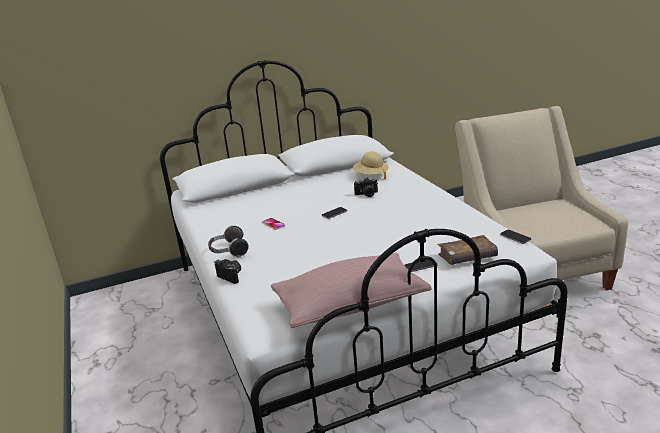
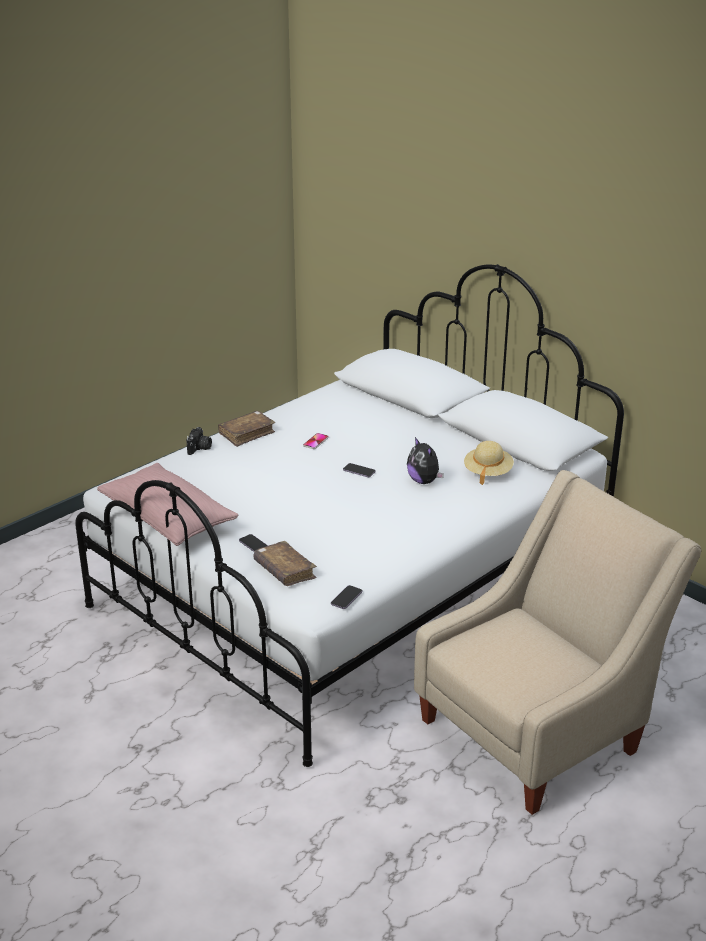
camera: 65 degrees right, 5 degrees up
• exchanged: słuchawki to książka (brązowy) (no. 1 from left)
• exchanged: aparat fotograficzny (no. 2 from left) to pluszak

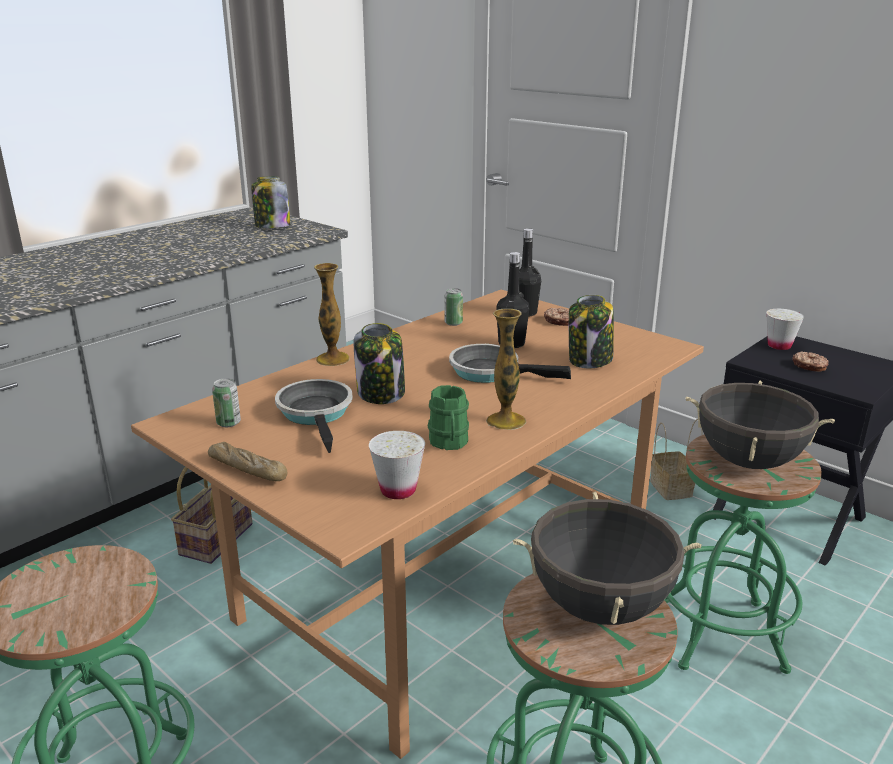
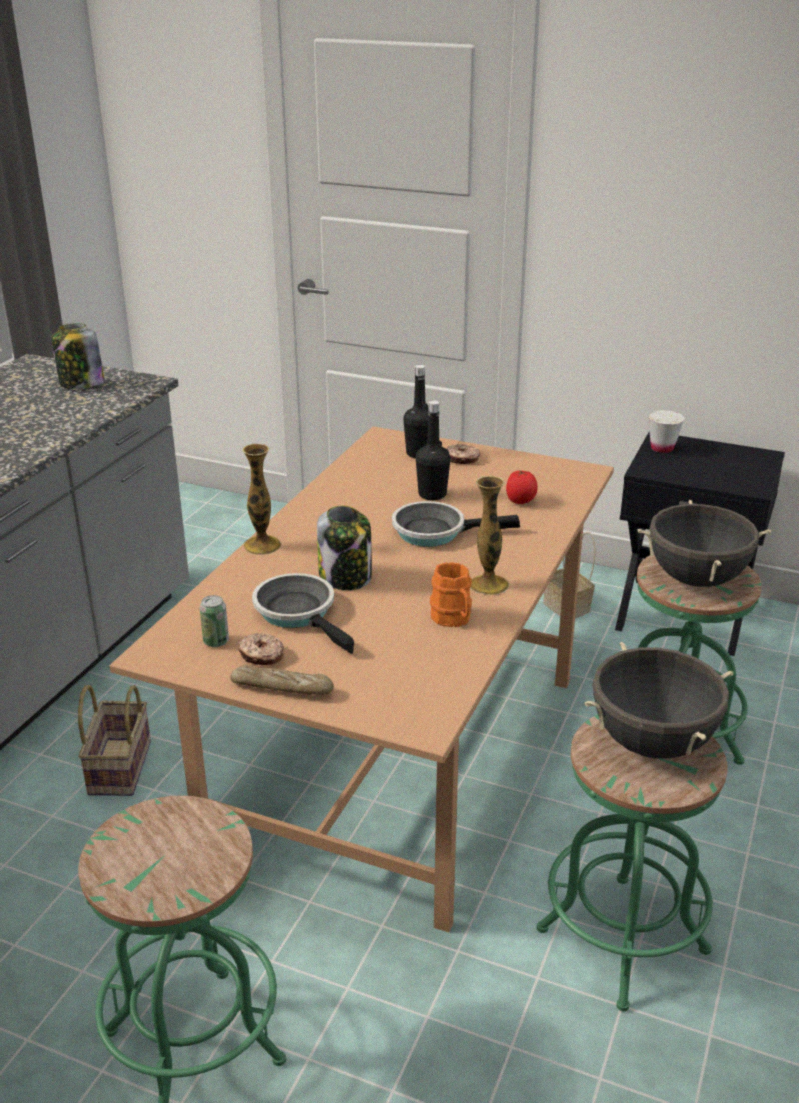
camera: 20 degrees left, 5 degrees up
• relocated: donut (no. 2 from left in the first image) to donut (no. 1 from left)
• colour: kubek (zielony) to kubek (pomarańczowy)
• exchanged: słoik (no. 3 from left) to pomidor
• missing: filiżanka (biały) (no. 1 from left)
• missing: puszka (no. 2 from left)

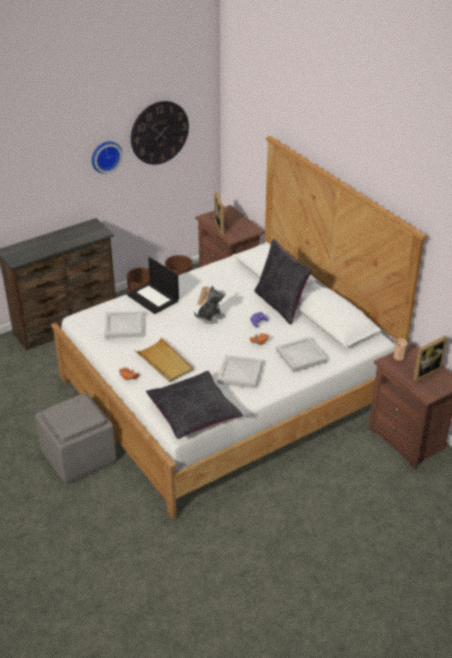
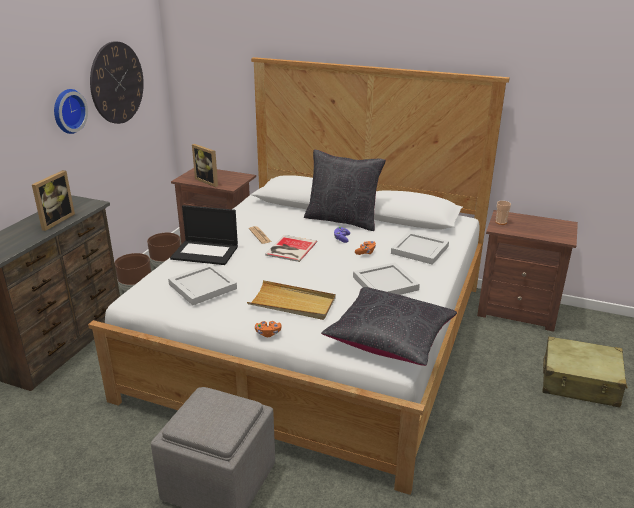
camera: 35 degrees left, 10 degrees down
• relocated: ramka na zdjęcie (no. 2 from left in the first image) to ramka na zdjęcie (no. 1 from left)
• exchanged: pluszak to książka
• appeared: walizka (beżowy)

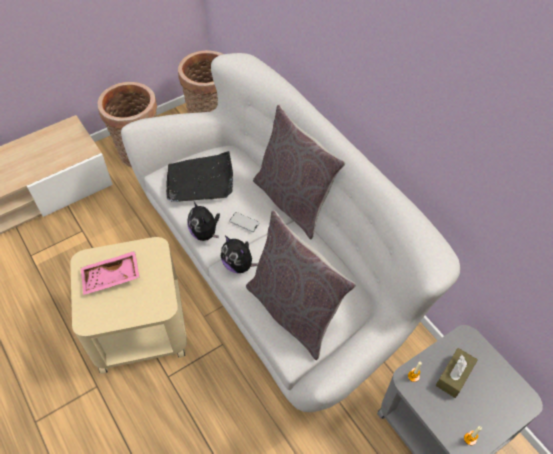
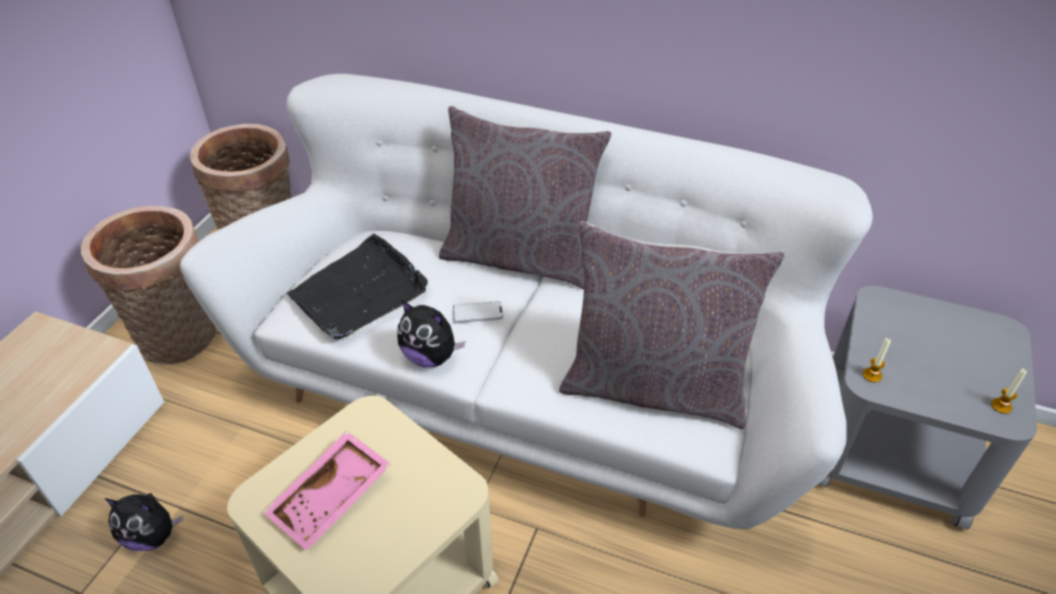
camera: 35 degrees left, 10 degrees down
• relocated: pluszak (no. 2 from left in the first image) to pluszak (no. 1 from left)
• missing: pudełko chusteczek (brązowy)

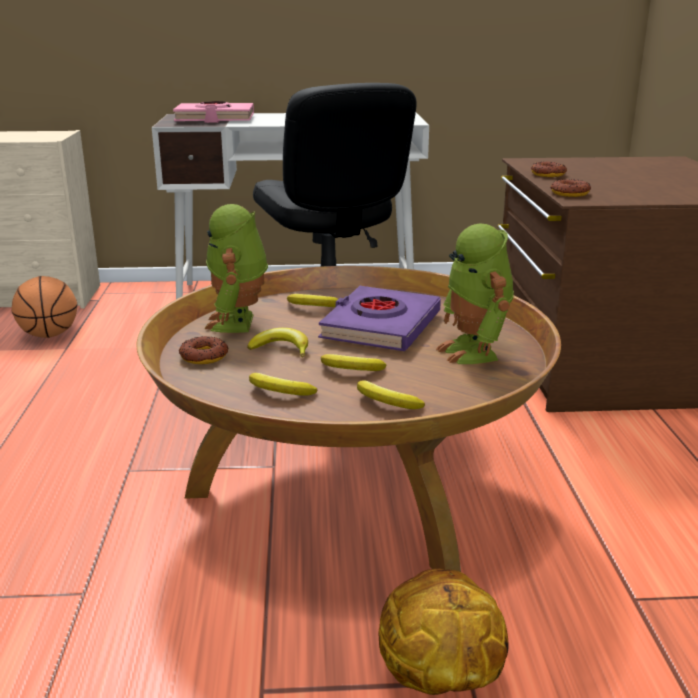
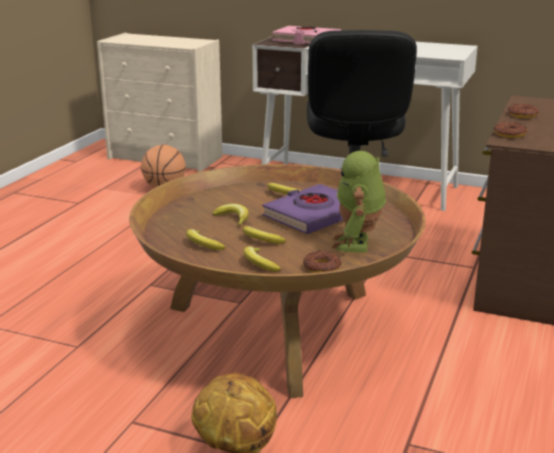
camera: 25 degrees right, 0 degrees up
• relocated: donut (no. 1 from left)
• missing: robot zabawkowy (no. 1 from left)

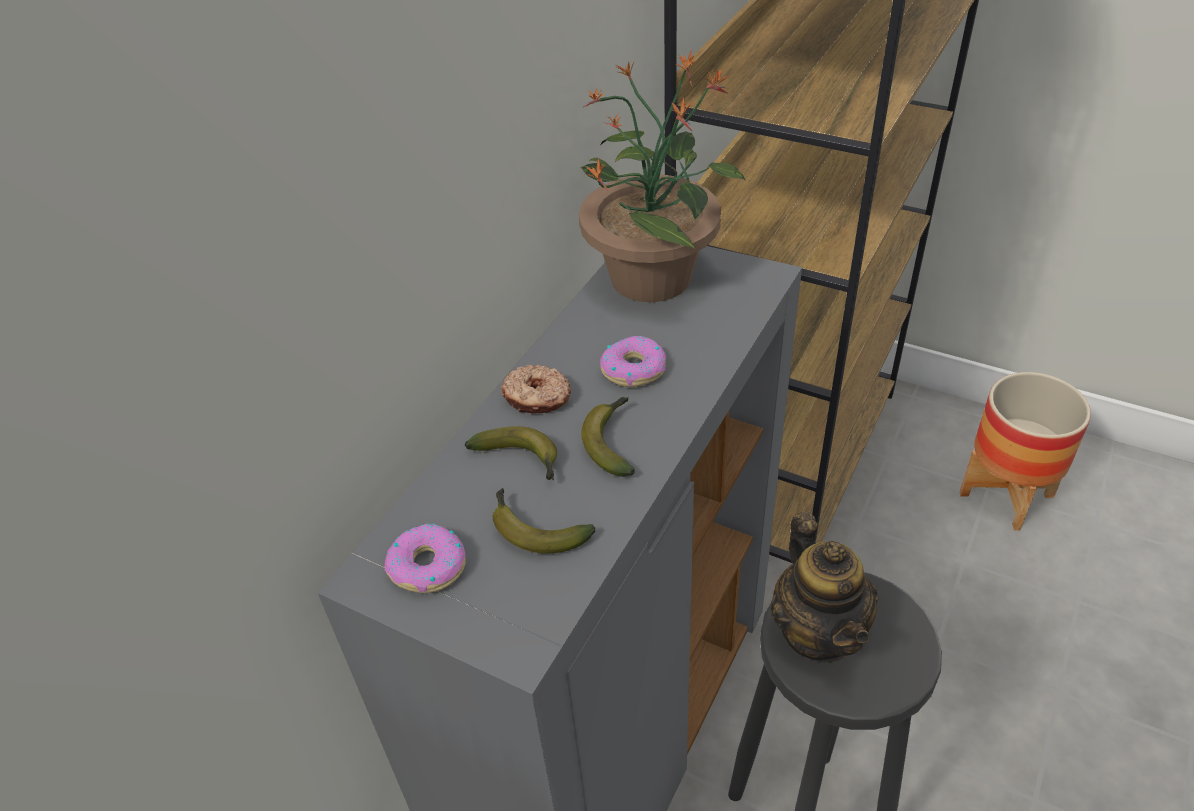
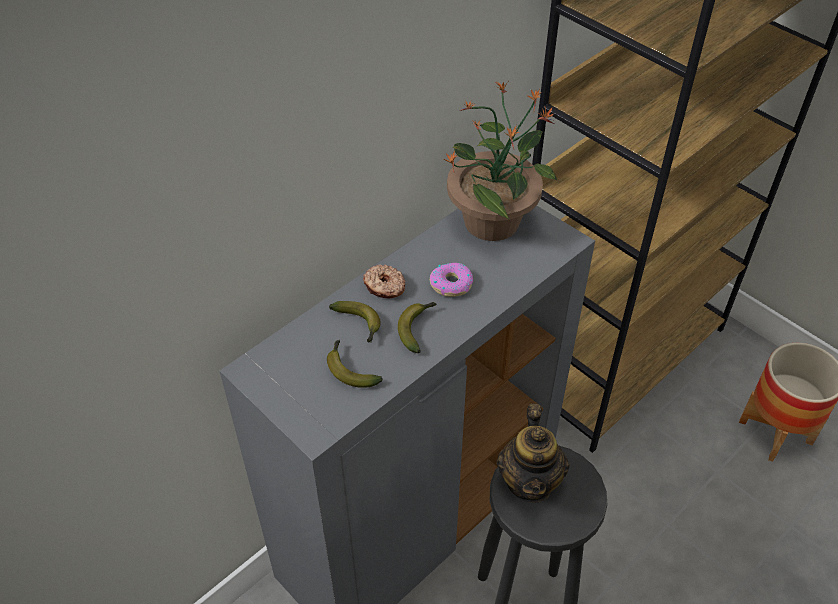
camera: 15 degrees right, 5 degrees up
• missing: donut (no. 1 from left)

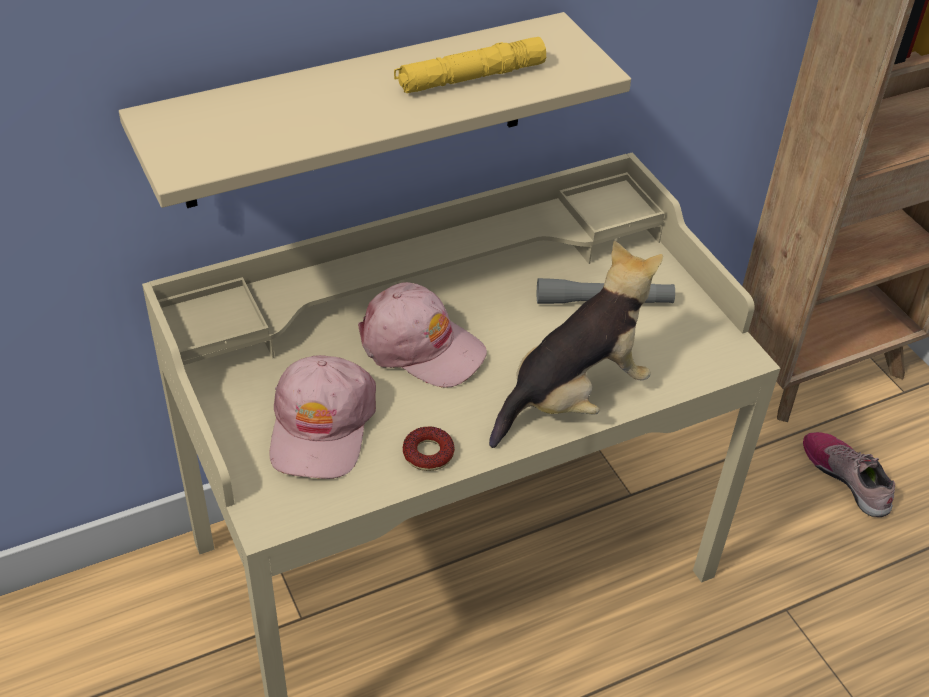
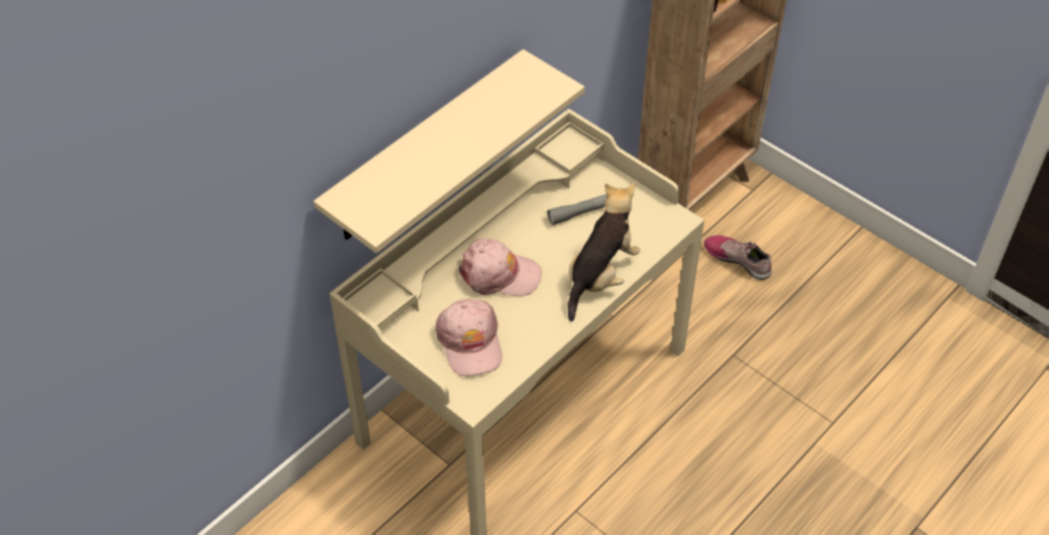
camera: 20 degrees left, 5 degrees up
• missing: latarka (żółty)
• missing: donut

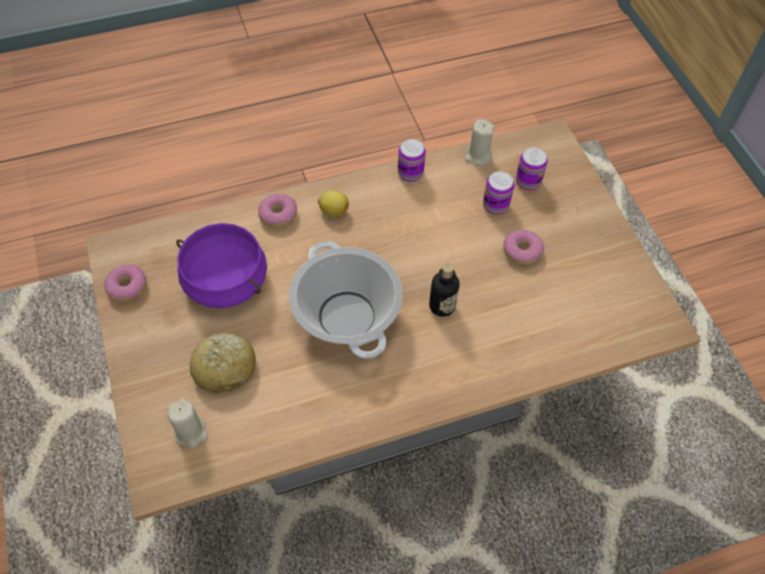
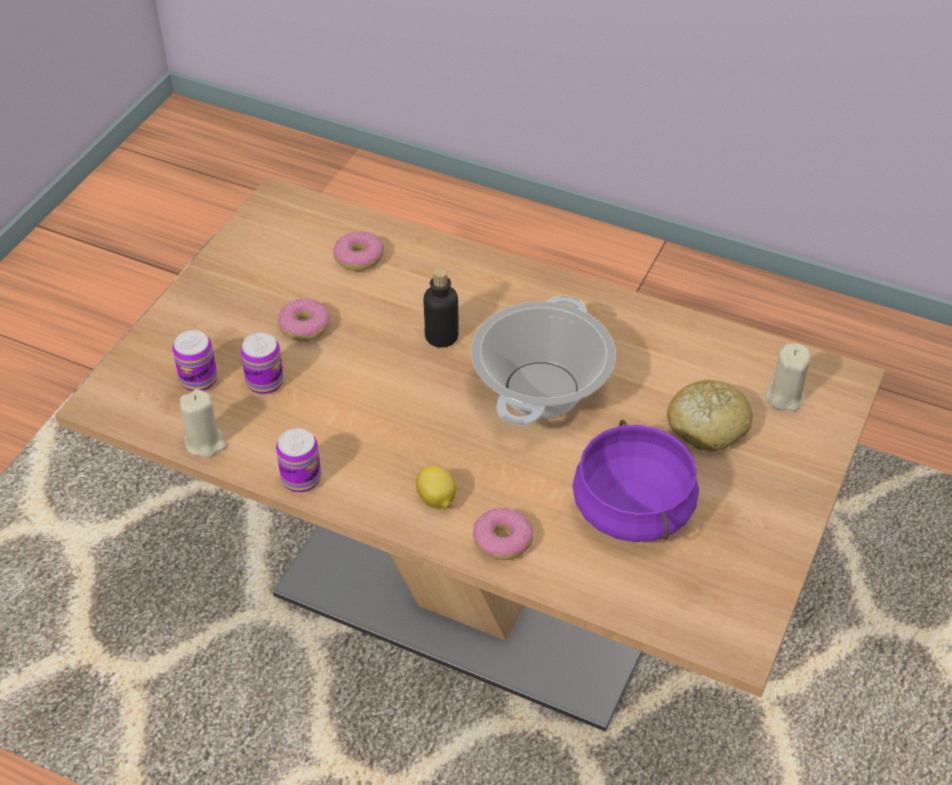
camera: 135 degrees left, 10 degrees down
• relocated: donut (no. 1 from left in the first image) to donut (no. 2 from left)

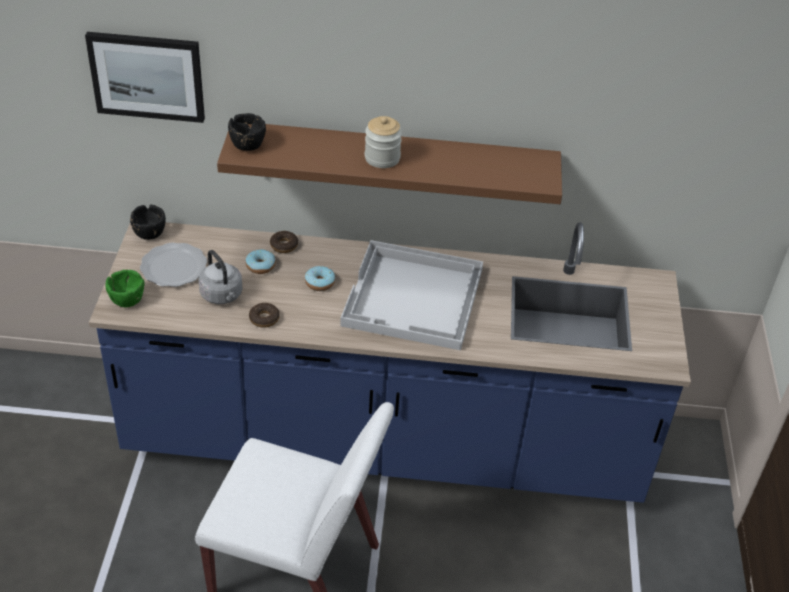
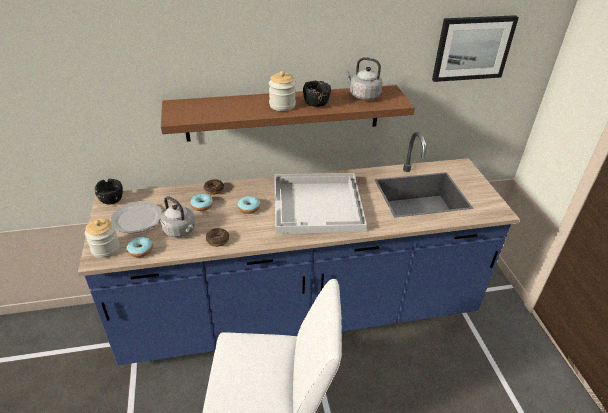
camera: 15 degrees left, 5 degrees down
• exchanged: miska (zielony) to słoik (no. 1 from left)
• appeared: donut (no. 1 from left)
• relocated: miska (czarny) (no. 2 from left)
• appeared: czajnik (szary) (no. 2 from left)
• relocated: obraz

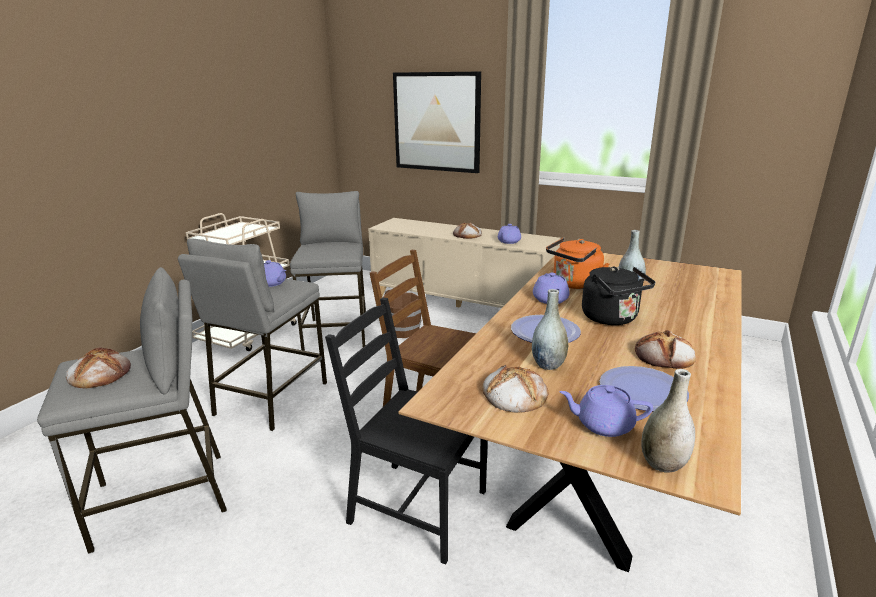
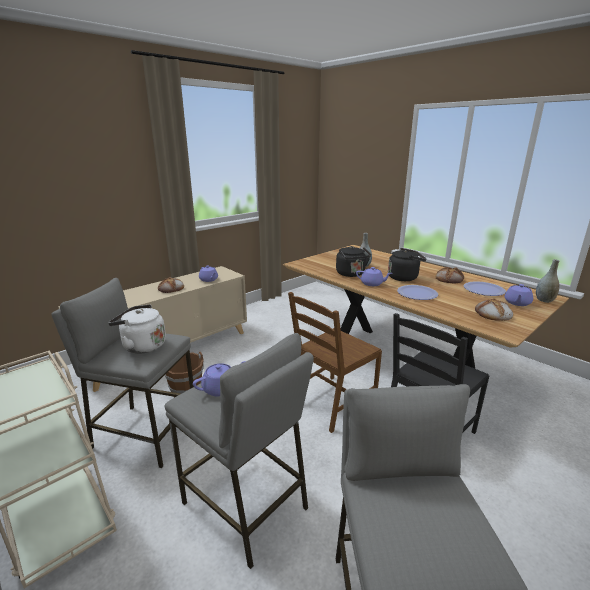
camera: 70 degrees left, 0 degrees up
• appeared: czajnik (biały)
• colour: czajnik (pomarańczowy) to czajnik (czarny) (no. 1 from left)
• missing: chleb (no. 1 from left)
• missing: obraz
• missing: wazon (szary) (no. 1 from left)

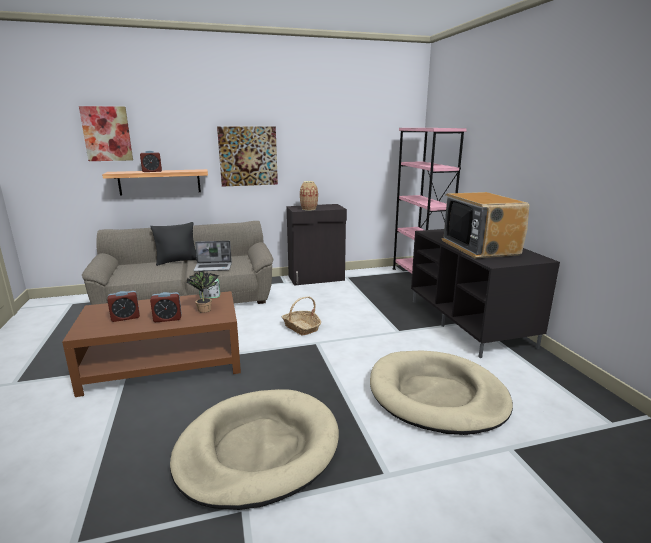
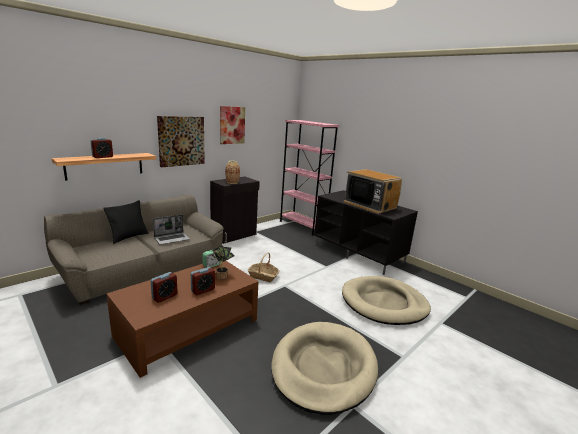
camera: 30 degrees left, 0 degrees up
• relocated: obraz (no. 1 from left in the first image) to obraz (no. 2 from left)

